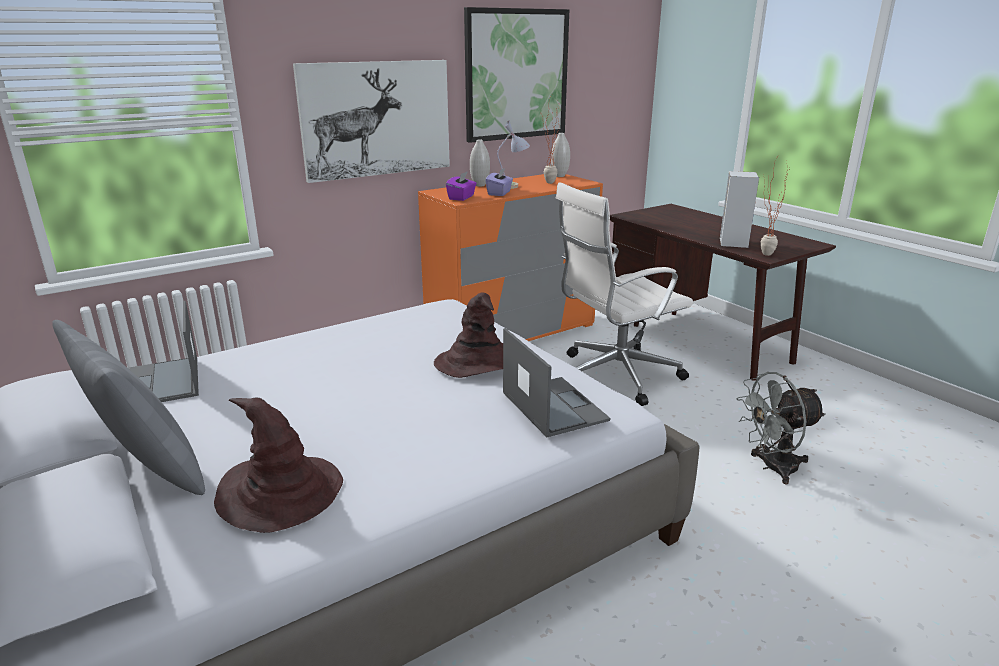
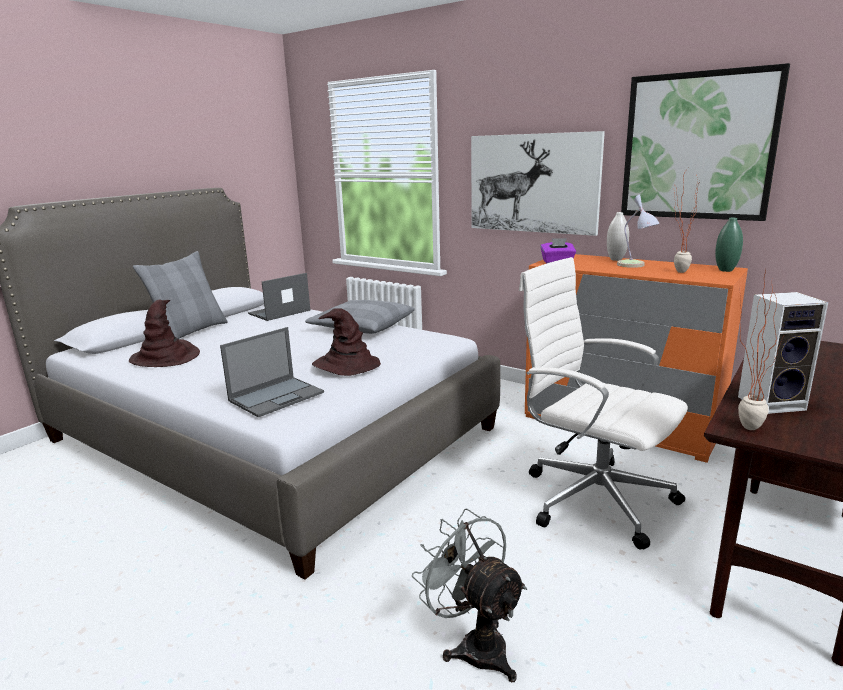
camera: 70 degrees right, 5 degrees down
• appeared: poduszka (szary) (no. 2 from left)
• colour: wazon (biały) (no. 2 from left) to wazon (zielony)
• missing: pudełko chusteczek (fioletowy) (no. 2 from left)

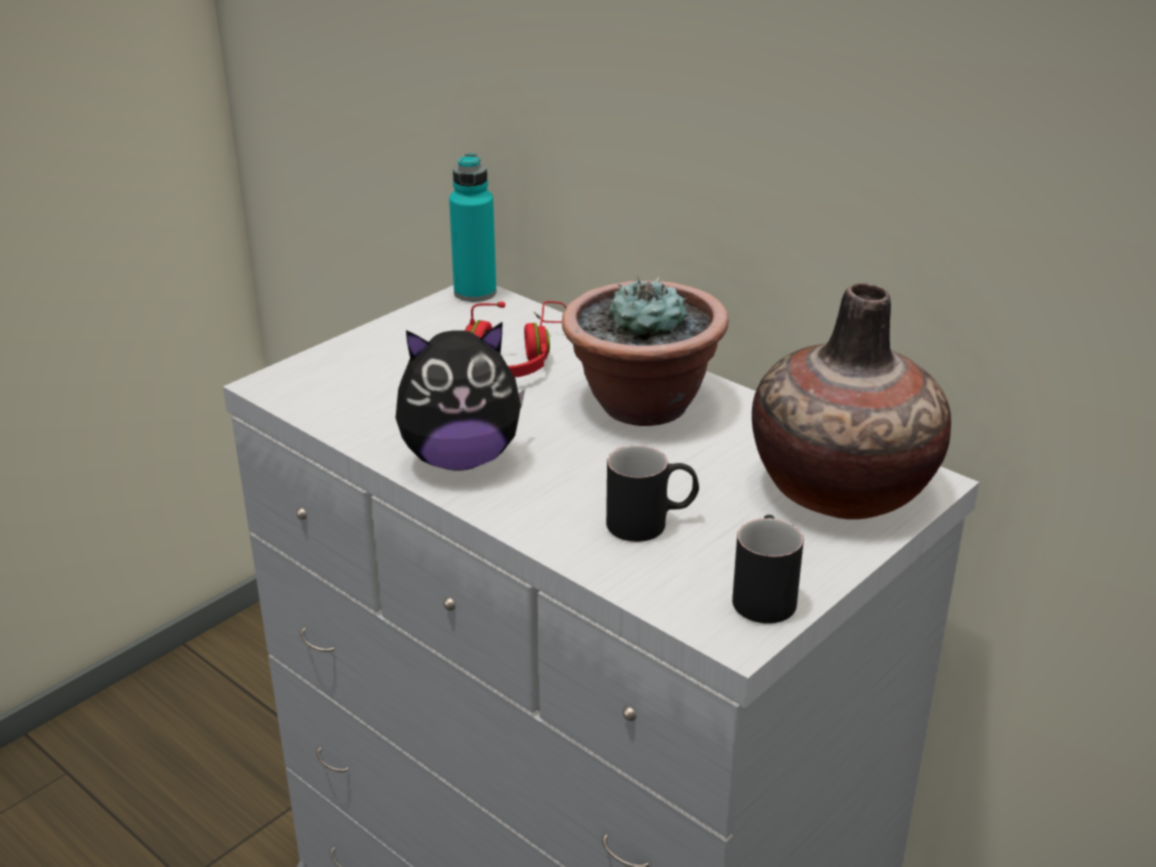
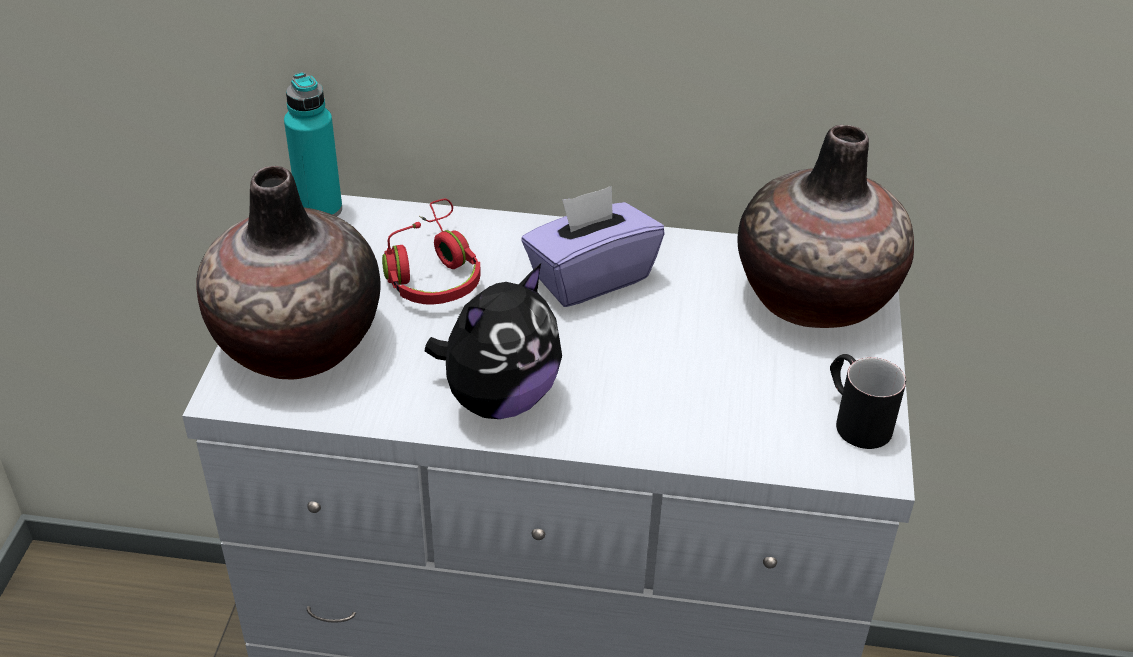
camera: 35 degrees left, 10 degrees up
• appeared: wazon (no. 1 from left)
• exchanged: roślina doniczkowa to pudełko chusteczek (fioletowy)
• missing: kubek (czarny) (no. 1 from left)

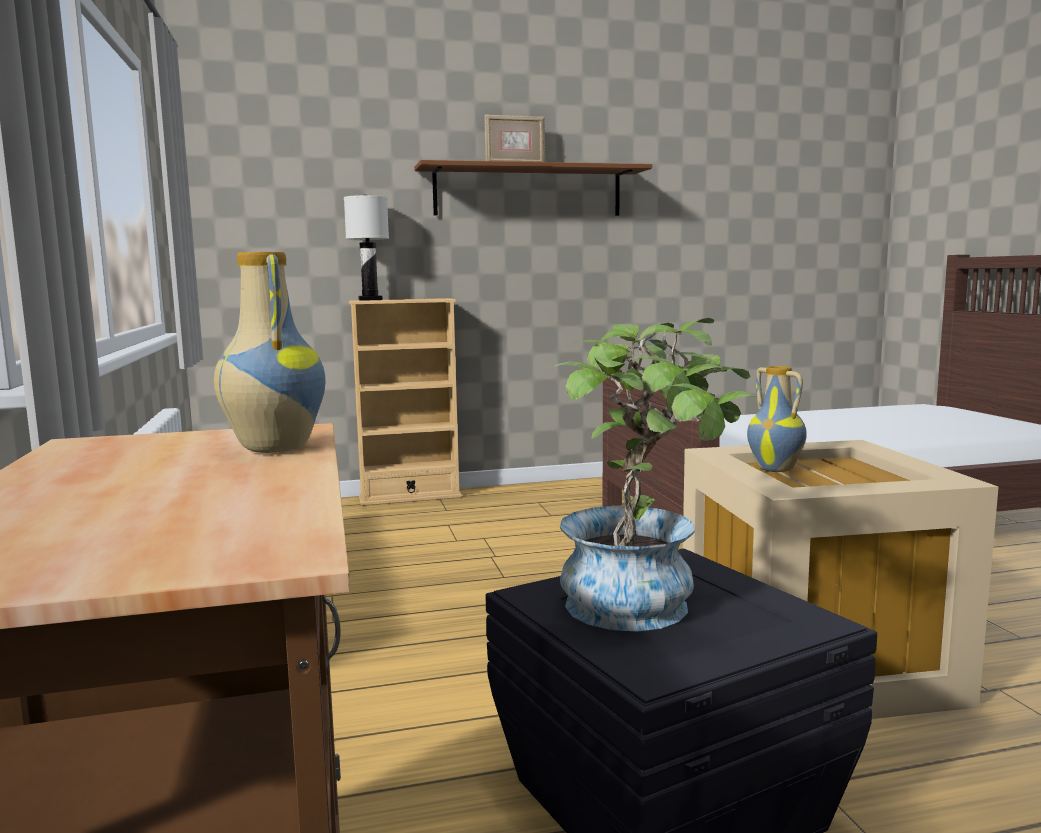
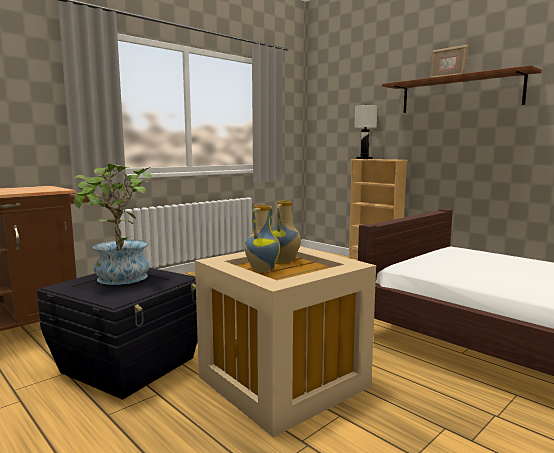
camera: 60 degrees right, 0 degrees up
• relocated: wazon (no. 1 from left)

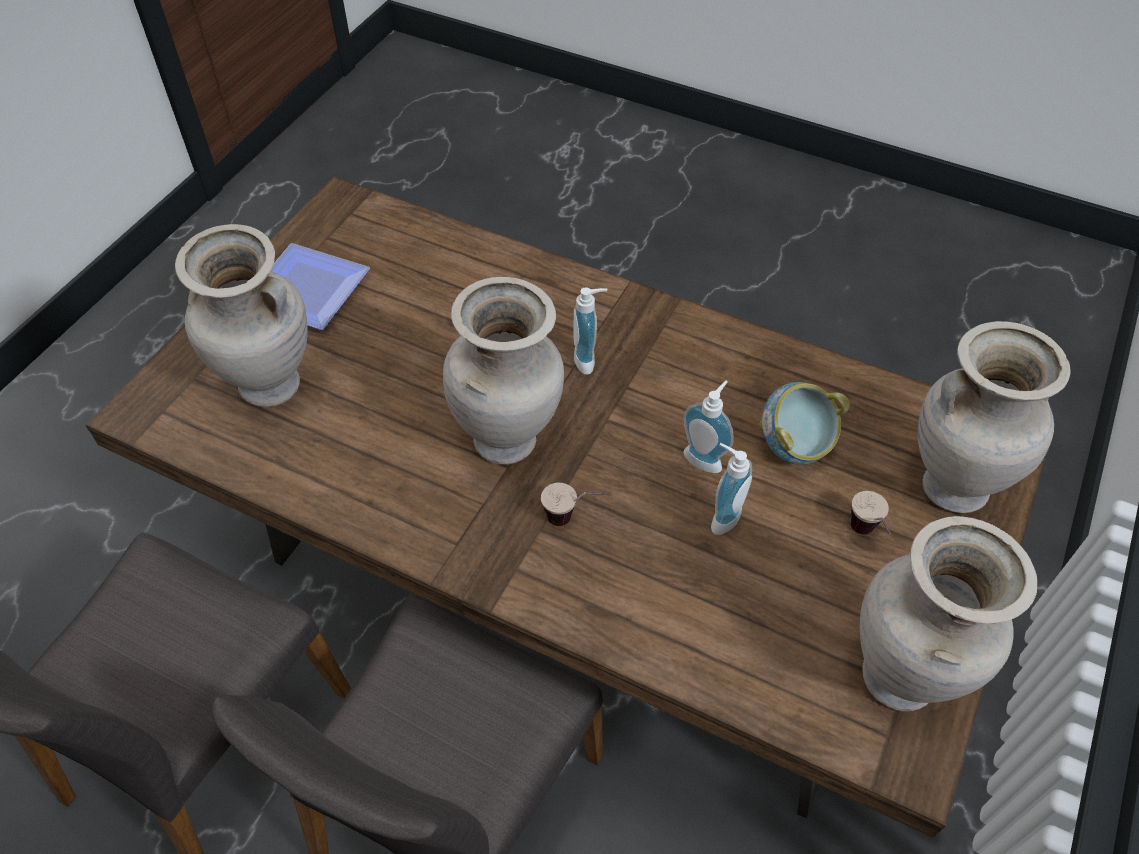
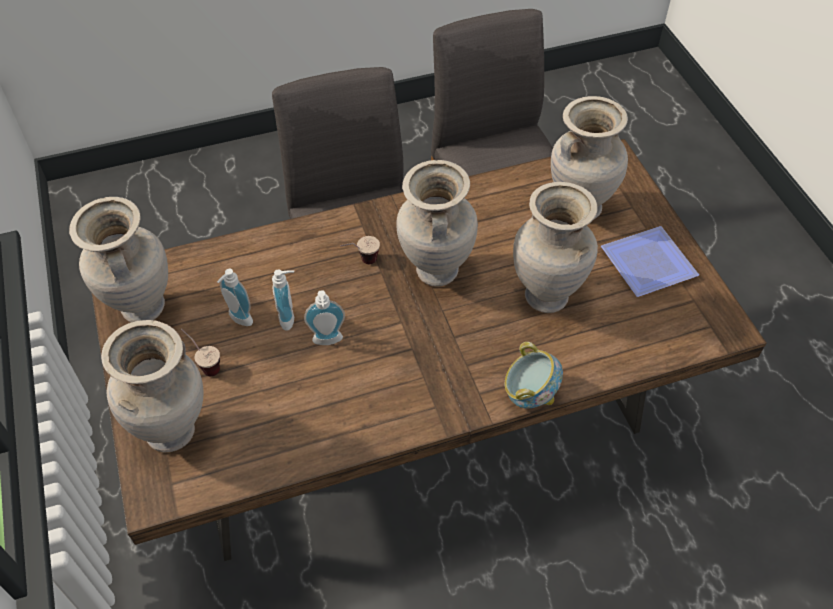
camera: 135 degrees right, 0 degrees up
• relocated: dozownik mydła (no. 1 from left)
• relocated: miska
• appeared: wazon (beżowy) (no. 4 from left)

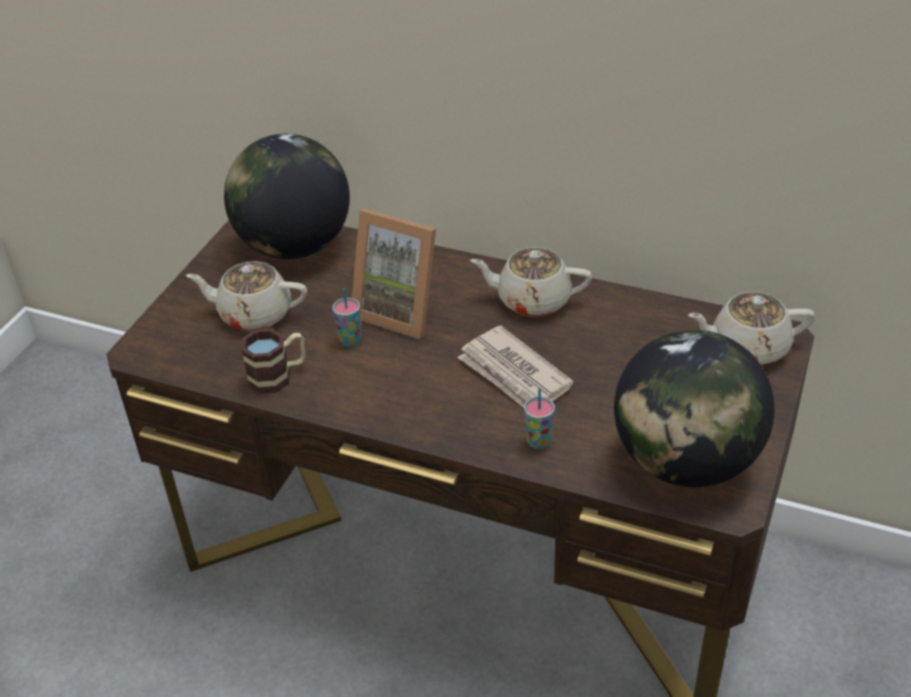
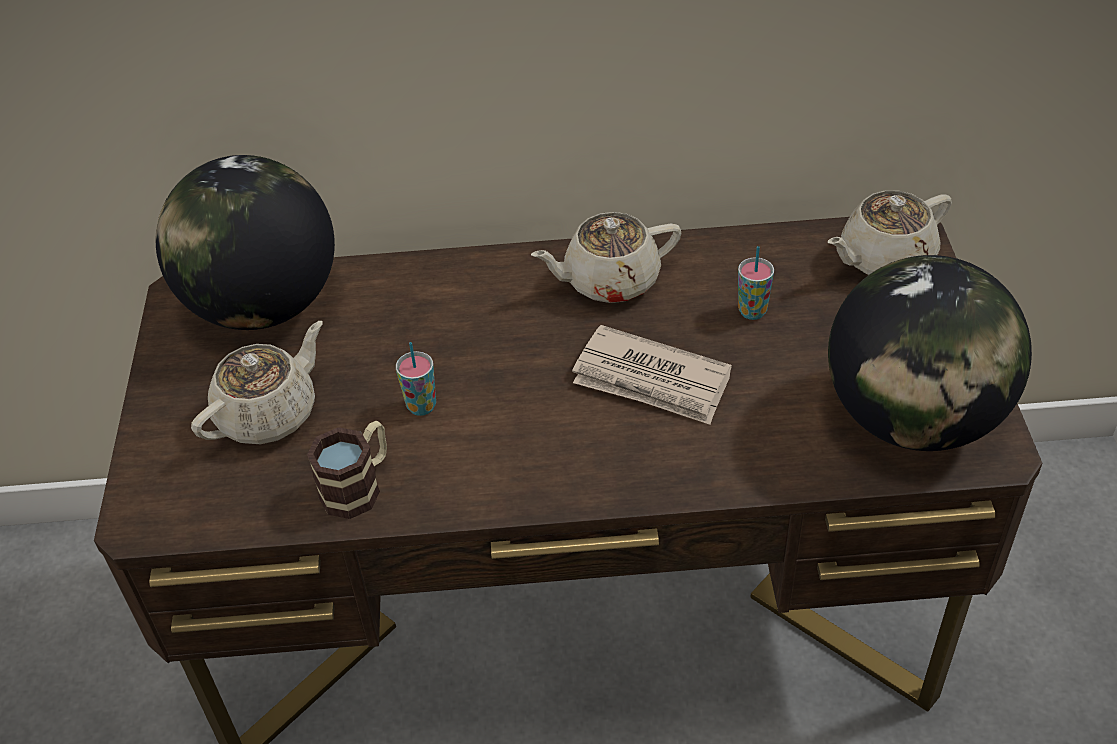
camera: 25 degrees left, 5 degrees up
• spun: imbryk (beżowy) (no. 1 from left) 150 degrees clockwise
• relocated: filiżanka (no. 2 from left)
• missing: ramka na zdjęcie

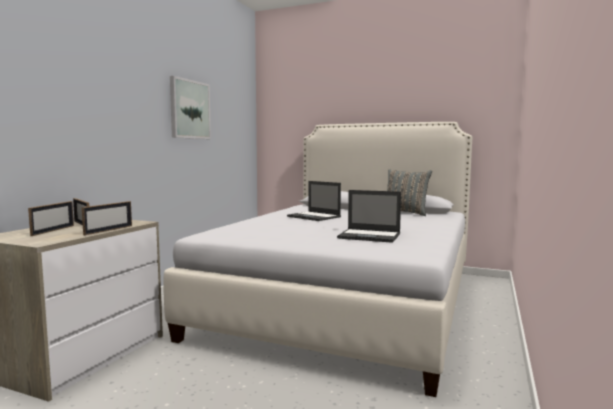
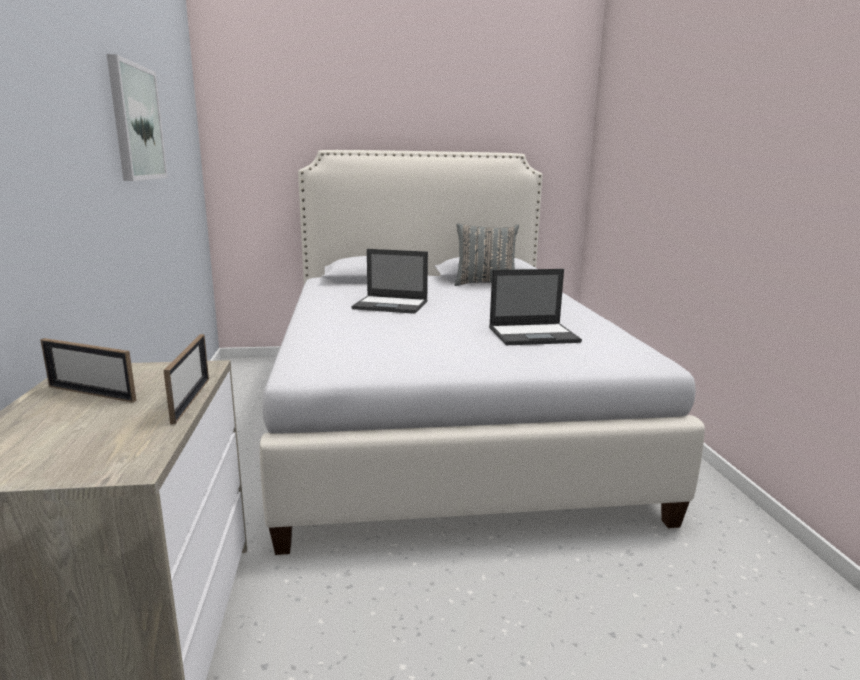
camera: 30 degrees left, 10 degrees up
• missing: ramka na zdjęcie (no. 1 from left)

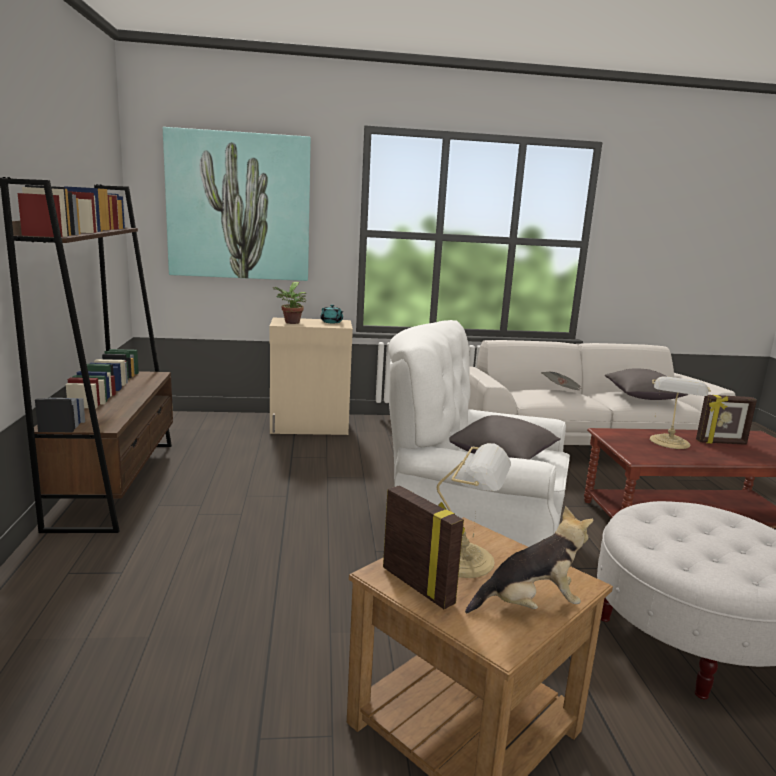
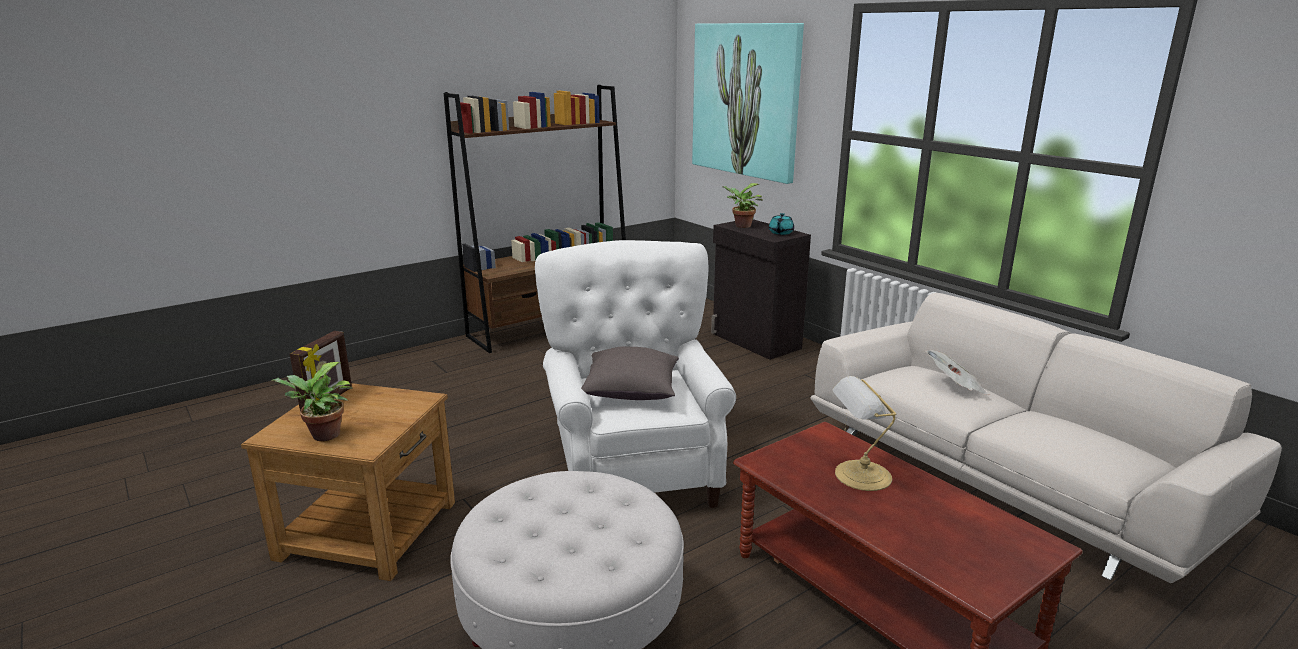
camera: 60 degrees right, 5 degrees up
• exchanged: pluszak to roślina doniczkowa (no. 1 from left)
• colour: szafka (beżowy) to szafka (czarny)
• missing: lampa stołowa (no. 1 from left)
• missing: poduszka (szary) (no. 2 from left)
• missing: ramka na zdjęcie (no. 2 from left)

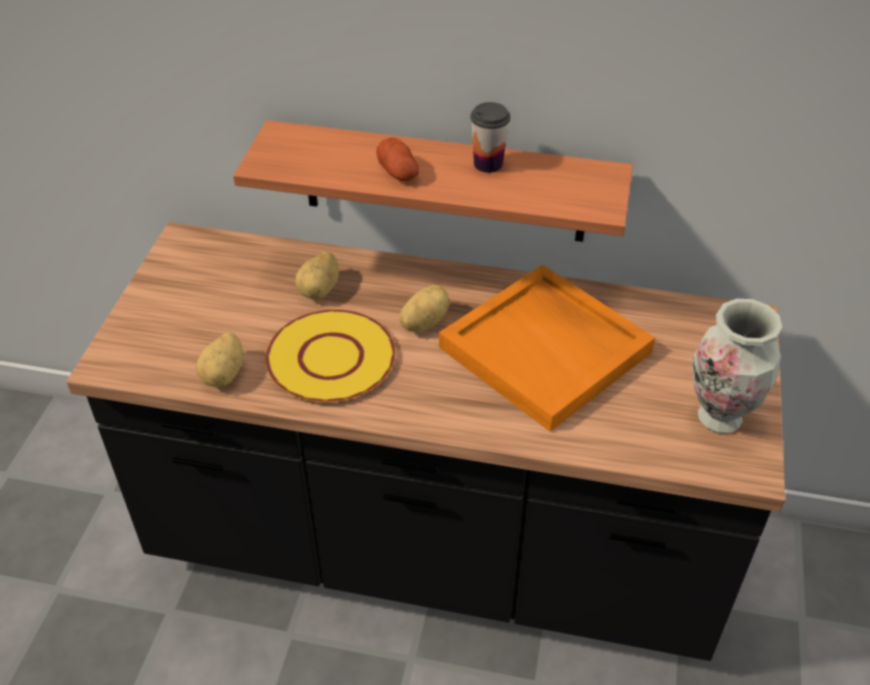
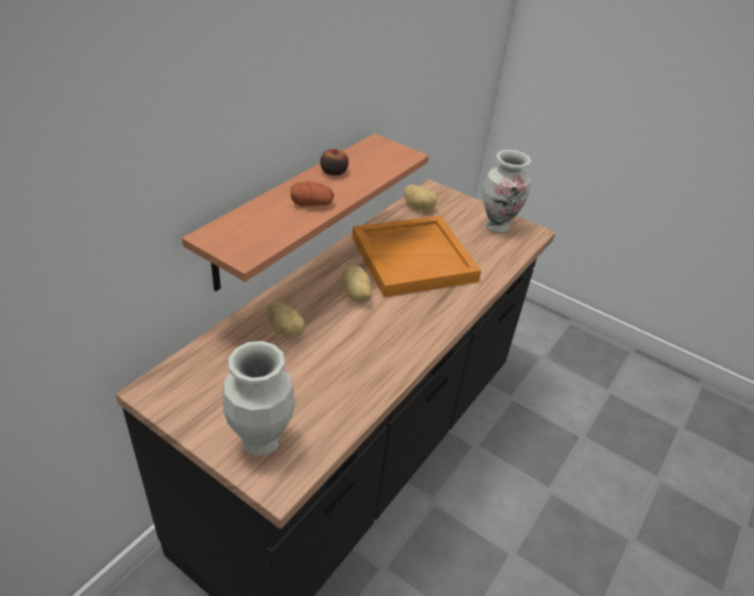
camera: 70 degrees left, 5 degrees down
• appeared: wazon (no. 1 from left)
• exchanged: filiżanka to jabłko
• relocated: ziemniak (no. 1 from left in the first image) to ziemniak (no. 4 from left)
• missing: talerz (żółty)

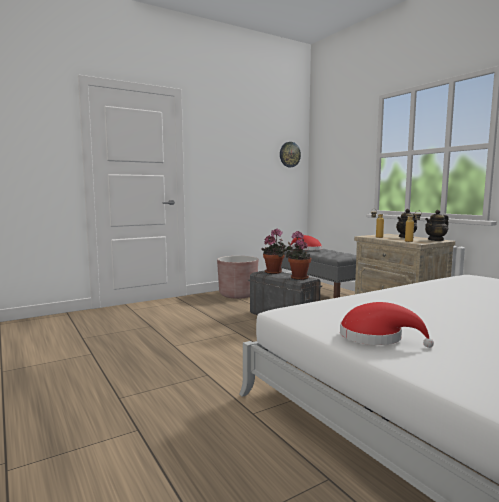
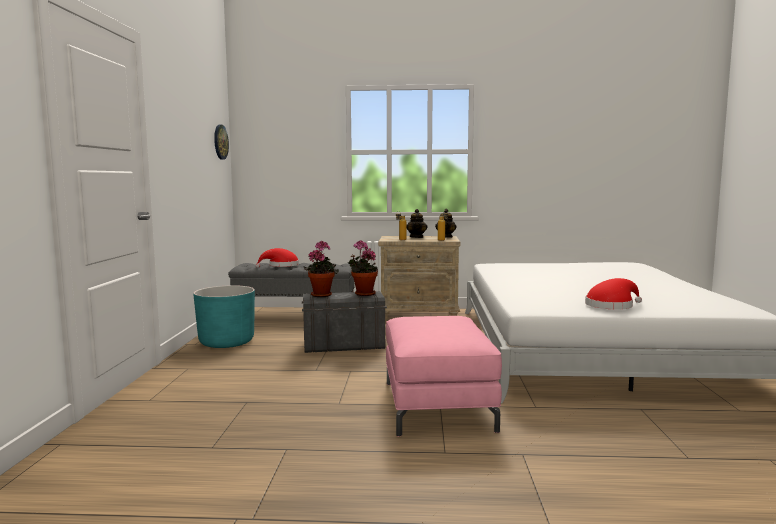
camera: 55 degrees left, 0 degrees up
• colour: donica (brązowy) to donica (turkusowy)
• appeared: pufa (różowy)

